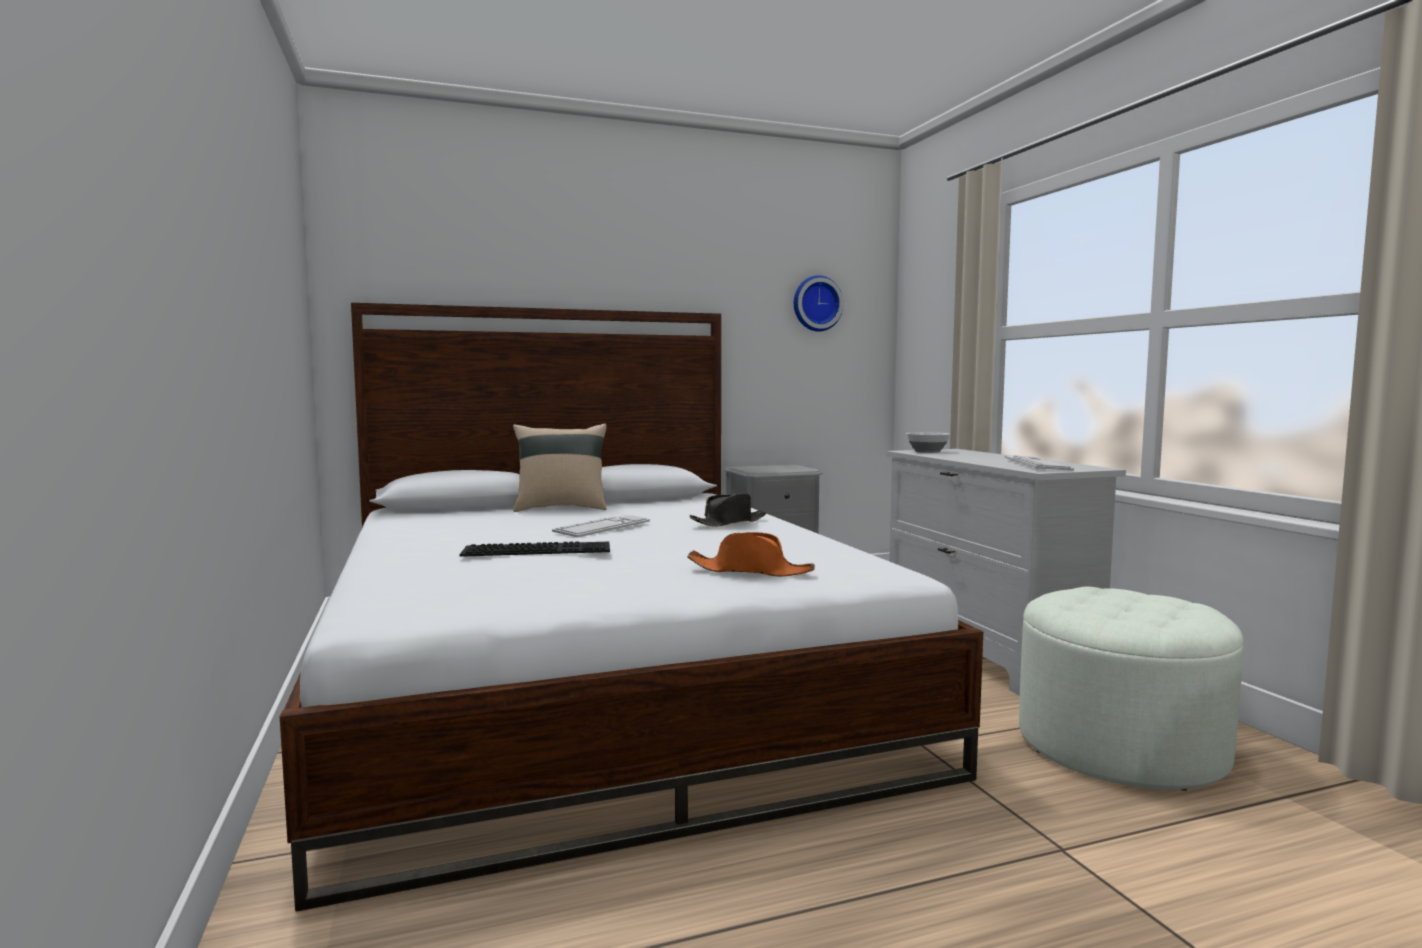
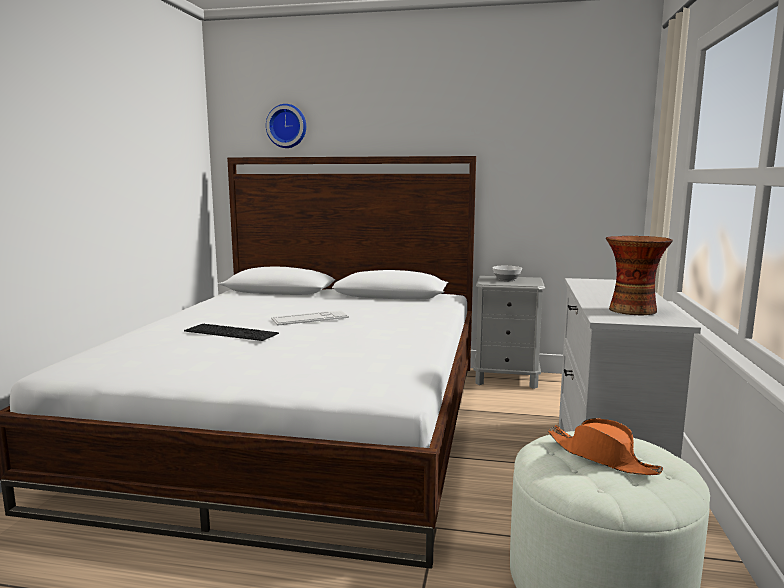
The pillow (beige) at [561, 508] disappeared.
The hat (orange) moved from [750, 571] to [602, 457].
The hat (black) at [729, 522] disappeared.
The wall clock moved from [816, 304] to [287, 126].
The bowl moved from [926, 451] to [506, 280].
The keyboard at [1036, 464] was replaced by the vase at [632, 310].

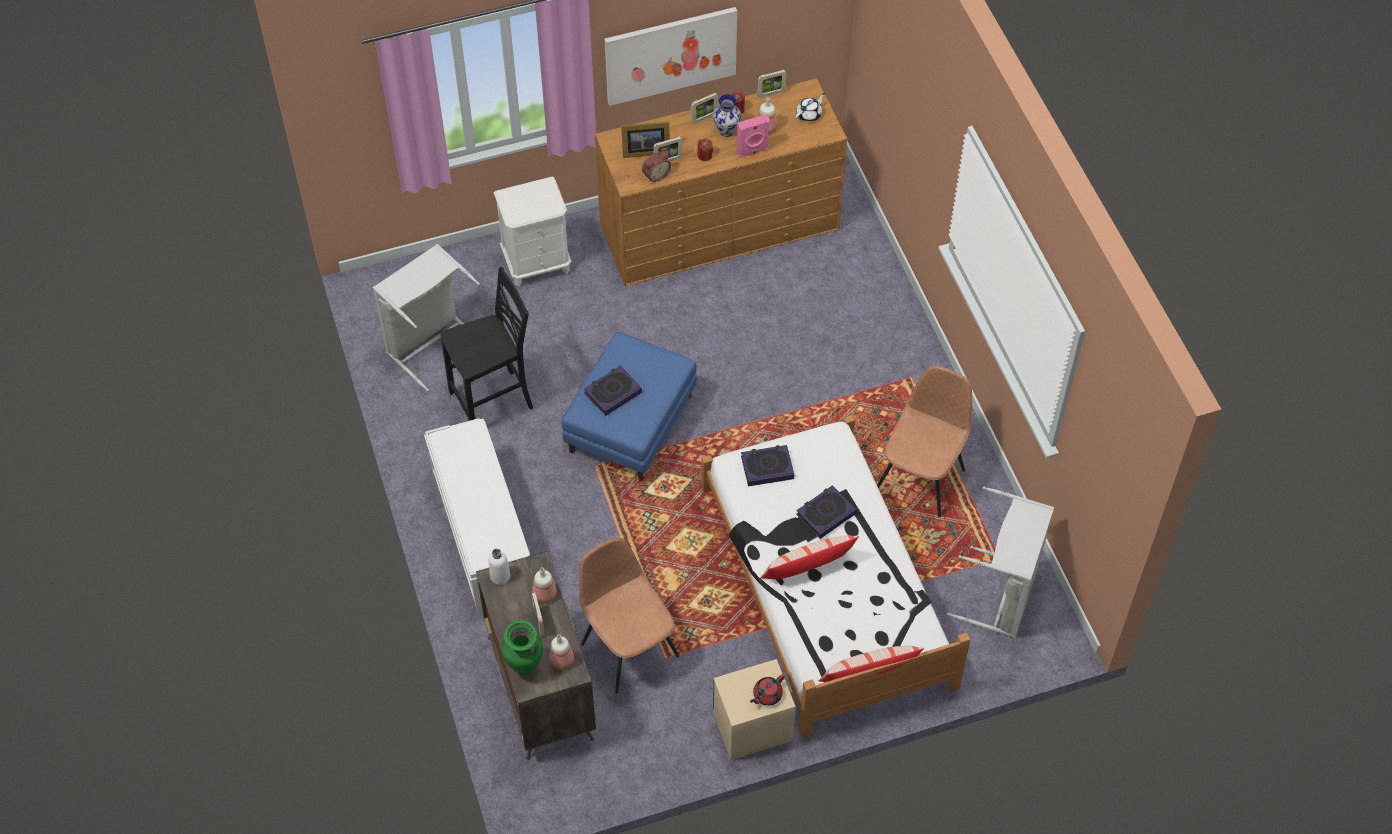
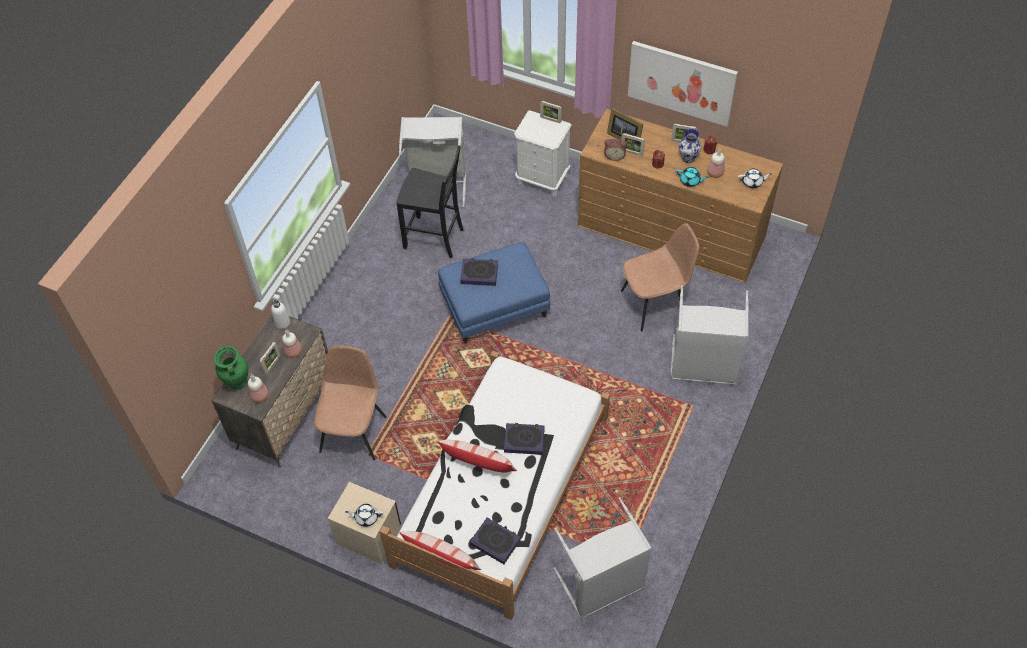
The bench (white) at [482, 533] disappeared.
The speaker (pink) at [752, 151] was replaced by the teapot (turquoise) at [690, 181].
The book moved from [767, 467] to [495, 542].
The teapot (red) at [767, 695] became the teapot (white) at [366, 517].
The picture frame moved from [771, 93] to [550, 119].
The chair (brown) moved from [921, 478] to [654, 303].
The laundry basket (grey) at [703, 367] appeared.

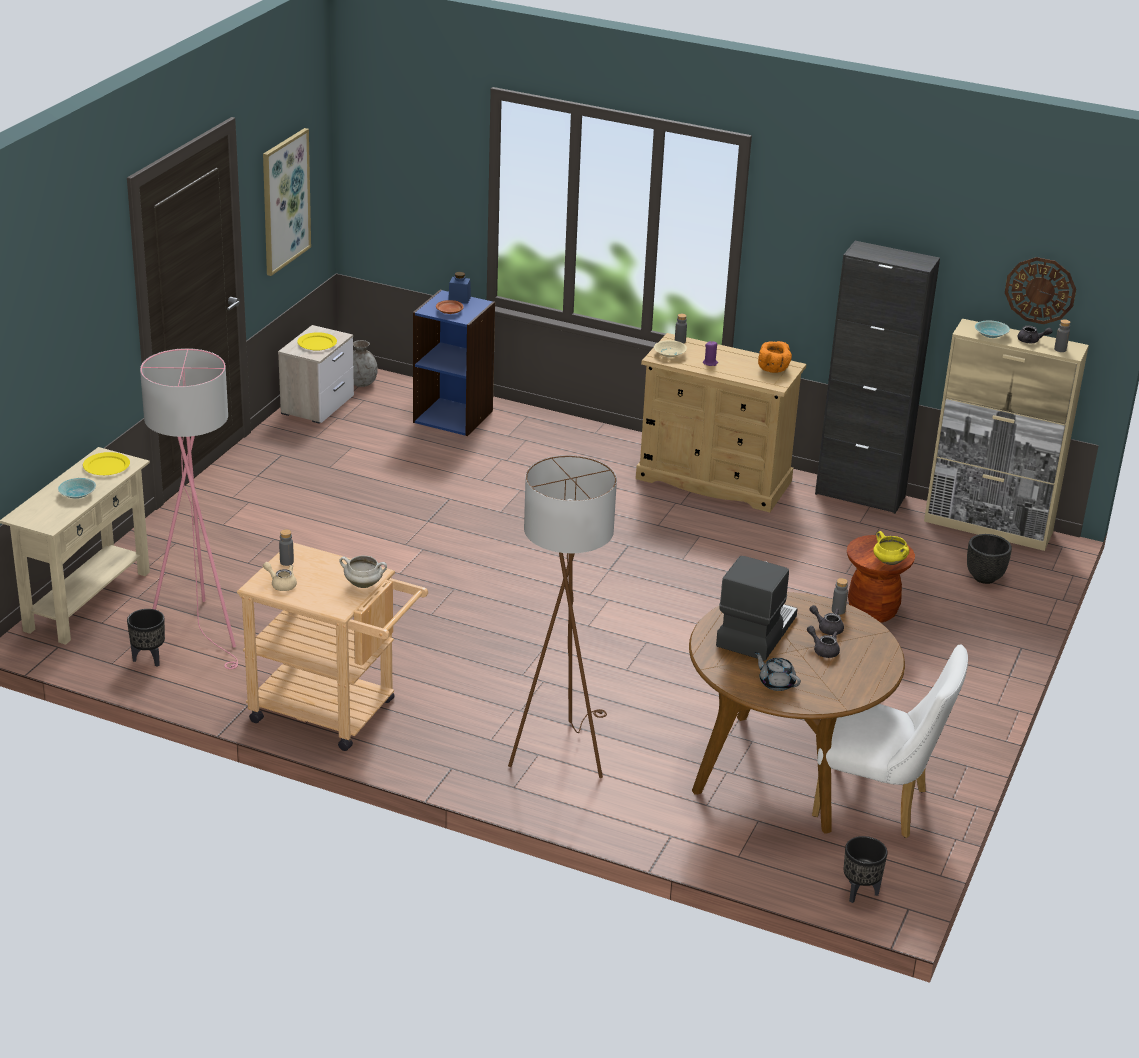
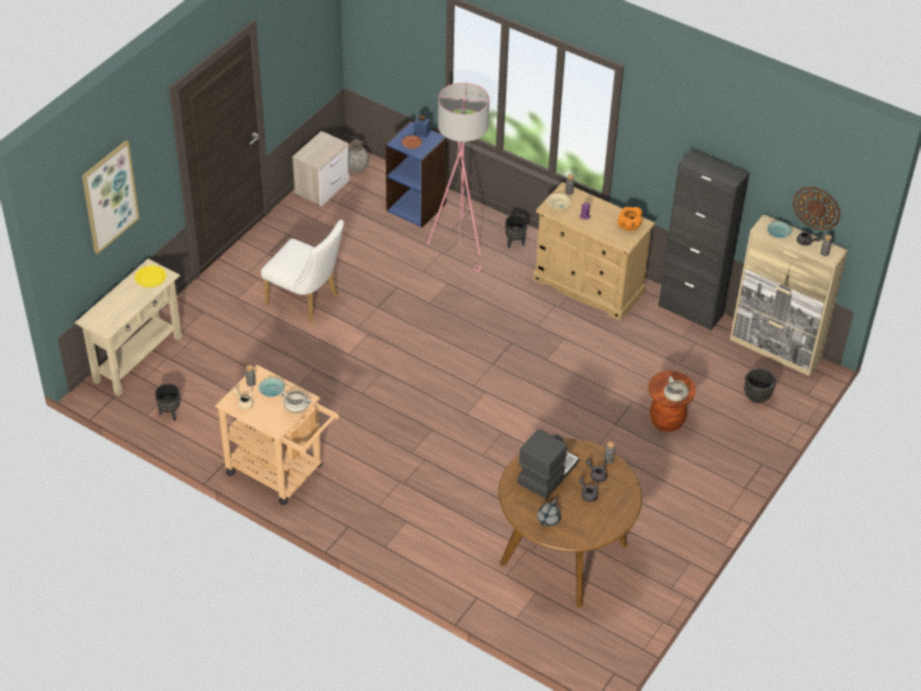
The bowl (turquoise) moved from [77, 495] to [271, 391].
The floor lamp (pink) moved from [201, 631] to [460, 241].
The picture moved from [285, 201] to [109, 196].
The plate (yellow) at [317, 343] disappeared.
The floor lamp (brown) at [560, 750] disappeared.
The teapot (grey) at [776, 683] turned 120 degrees counterclockwise.
The chair (white) moved from [879, 805] to [307, 301].
The planter (black) moved from [859, 892] to [514, 243].
The cooking pot (yellow) at [888, 562] became the cooking pot (white) at [674, 397].

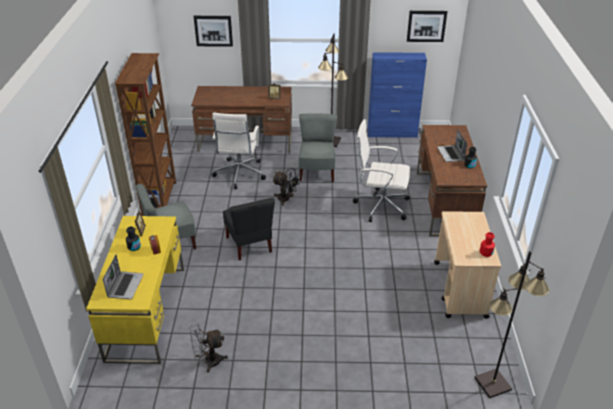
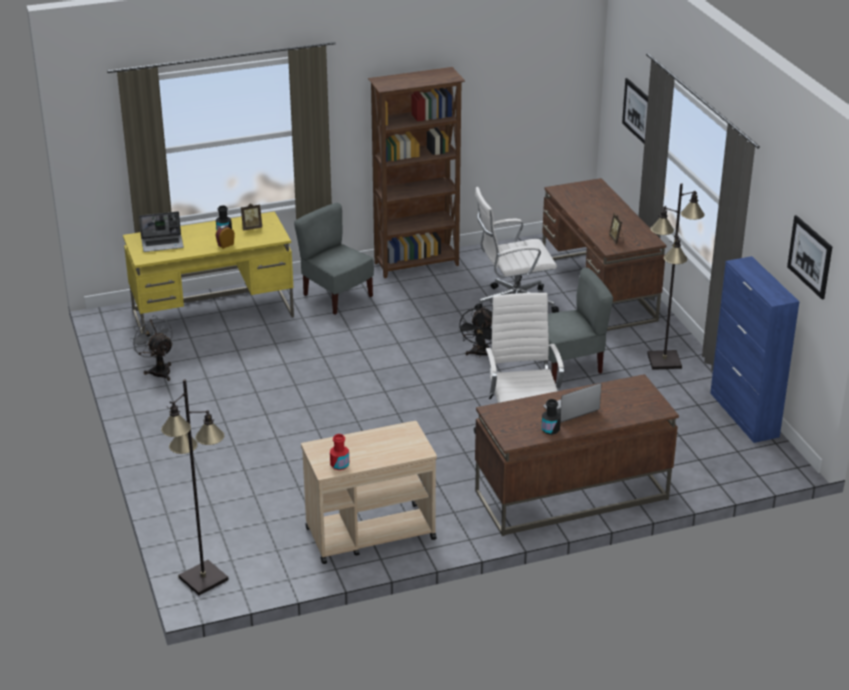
The chair (black) at [250, 245] disappeared.

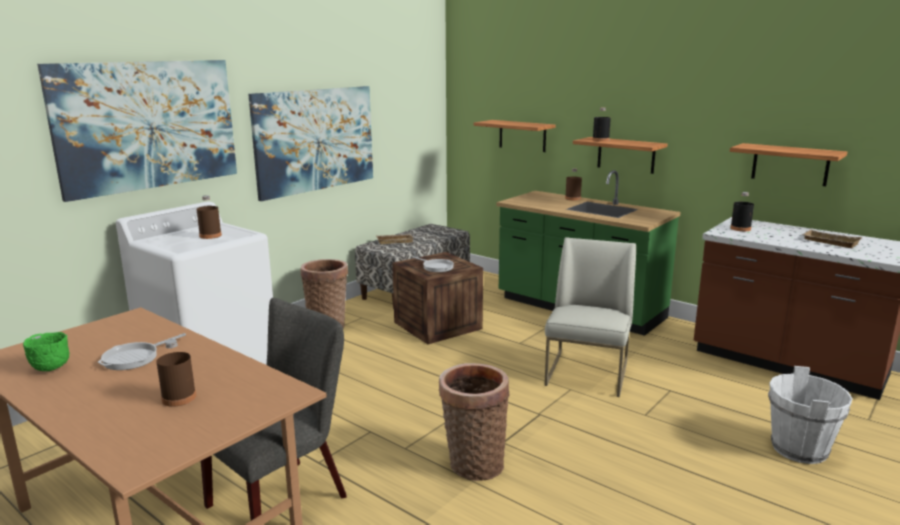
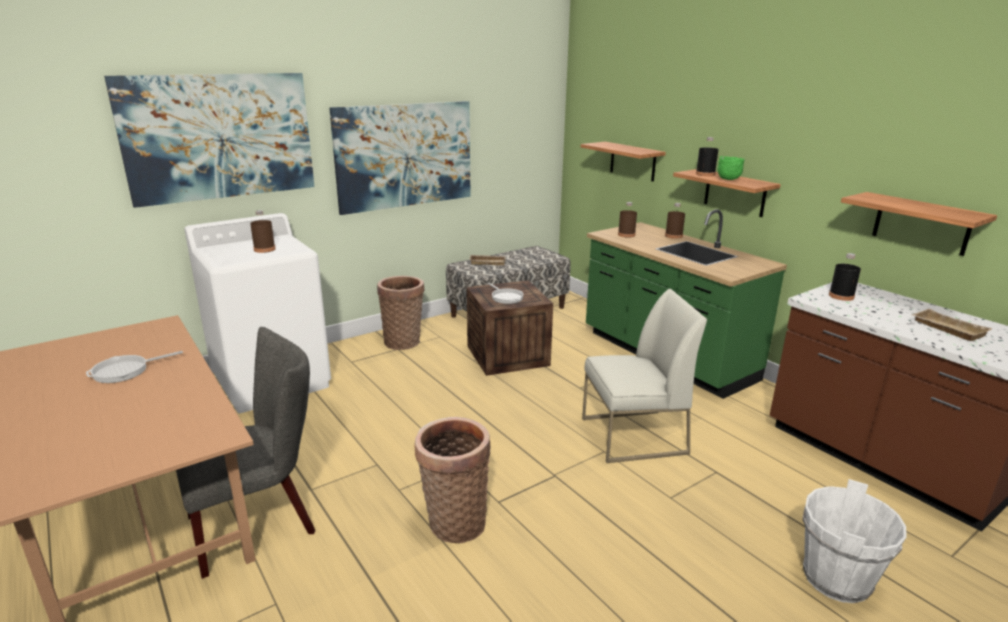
The bowl (green) moved from [50, 369] to [728, 180].
The bottle (brown) moved from [179, 398] to [626, 235].
The chair (white) at [587, 374] turned 45 degrees clockwise.

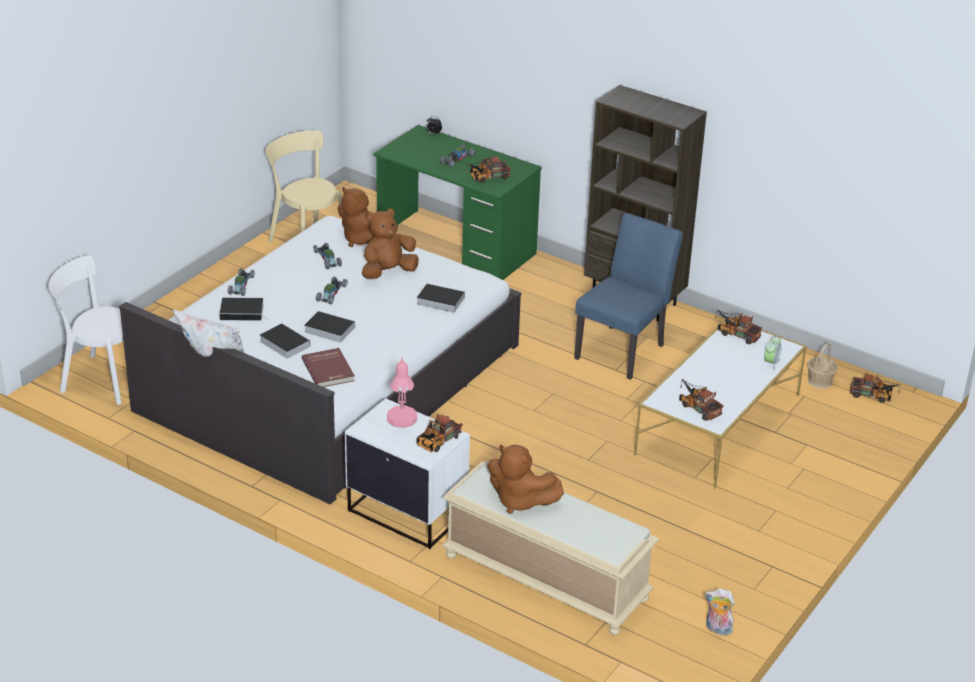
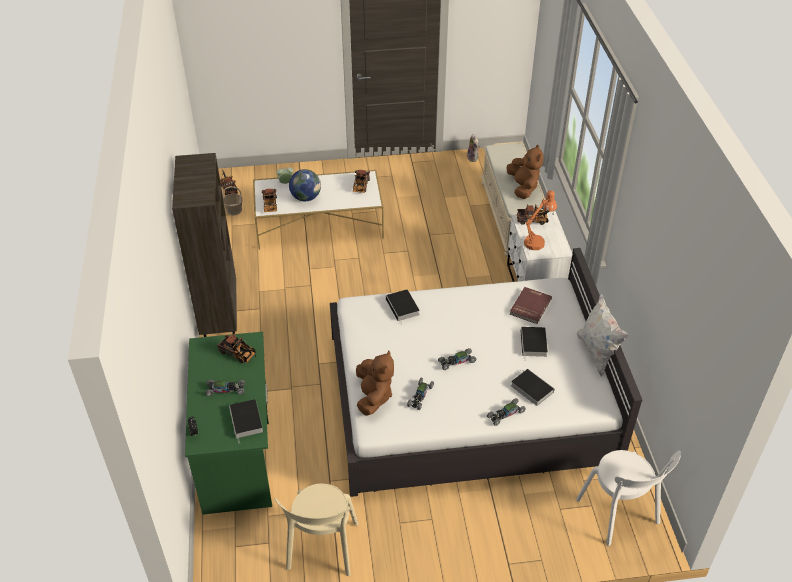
The book moved from [328, 329] to [246, 421].
The plush toy (brown) at [388, 272] disappeared.
The table lamp (pink) at [402, 422] became the table lamp (orange) at [537, 241].
The chair (blue) at [624, 349] disappeared.
The globe at [305, 197] appeared.

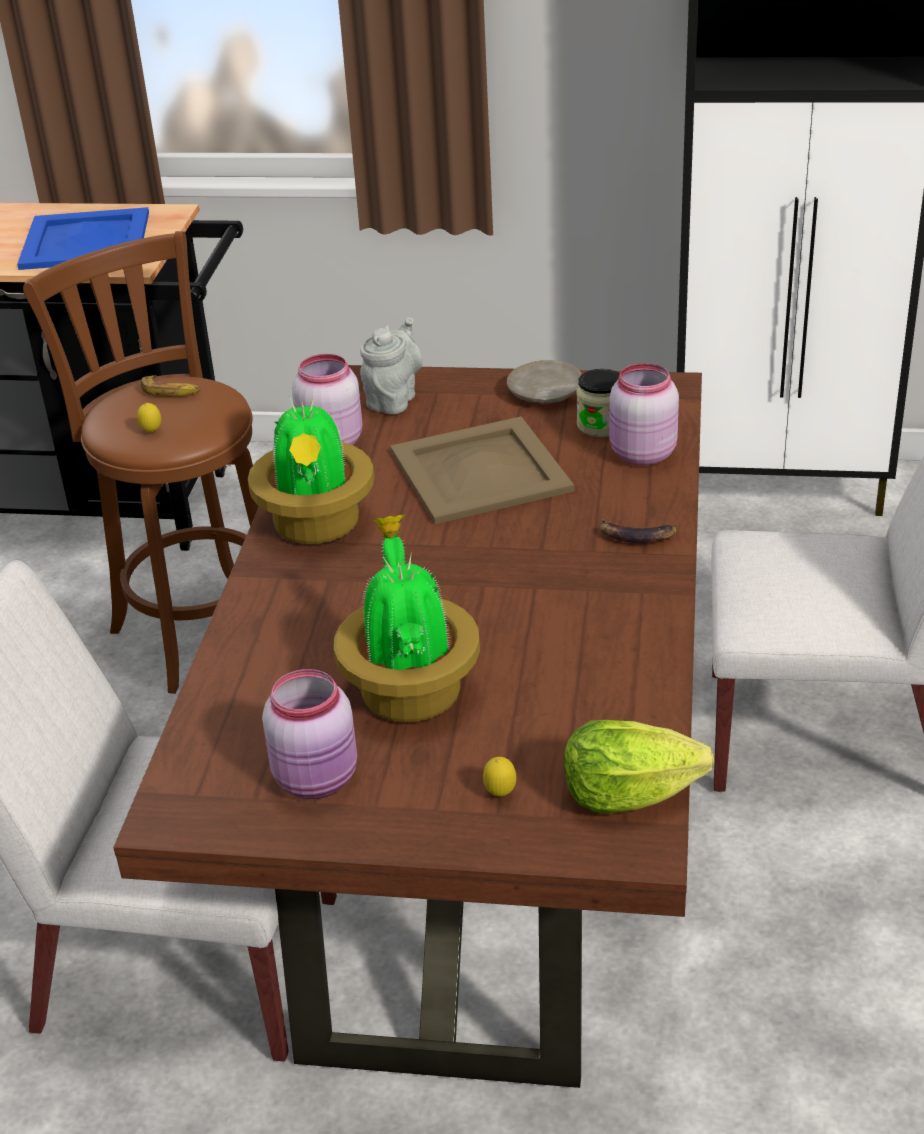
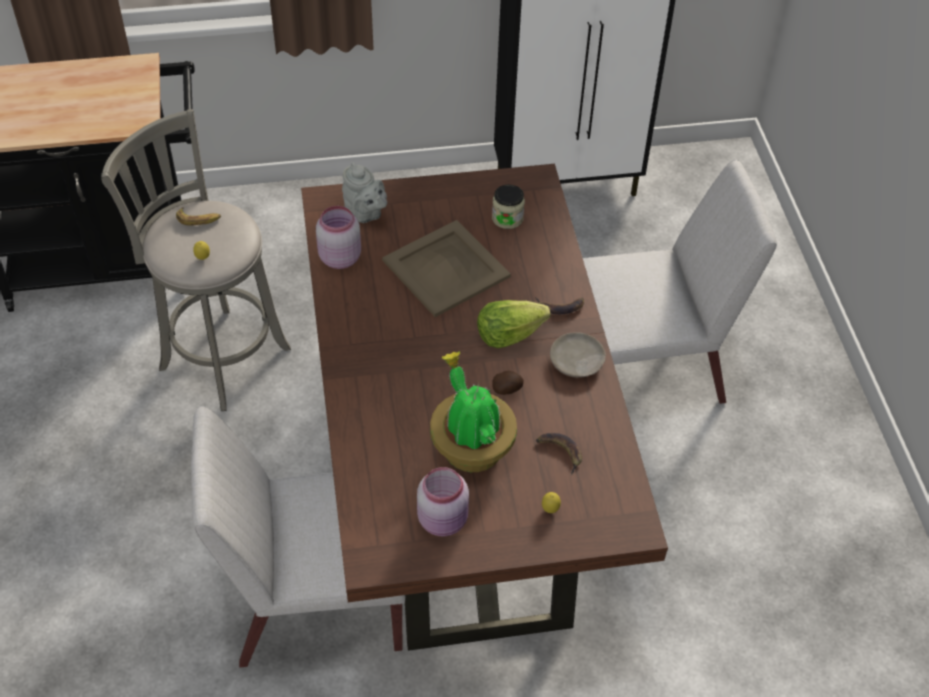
The tray (blue) at [84, 240] disappeared.
The stool (brown) at [199, 627] became the stool (grey) at [220, 355].
The potted plant at [317, 526] disappeared.
The teapot (grey) at [393, 399] turned 135 degrees clockwise.
The plate (beige) moved from [544, 394] to [576, 362].
The lettuce moved from [628, 794] to [508, 335].
The jar (pink) at [640, 454] disappeared.
The potato at [507, 389] appeared.
The banana at [560, 452] appeared.

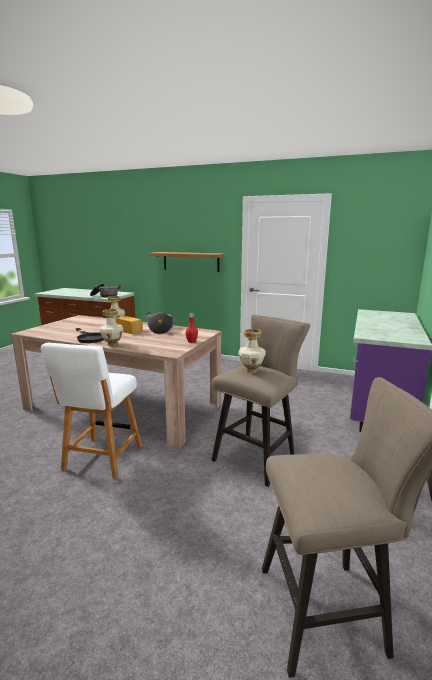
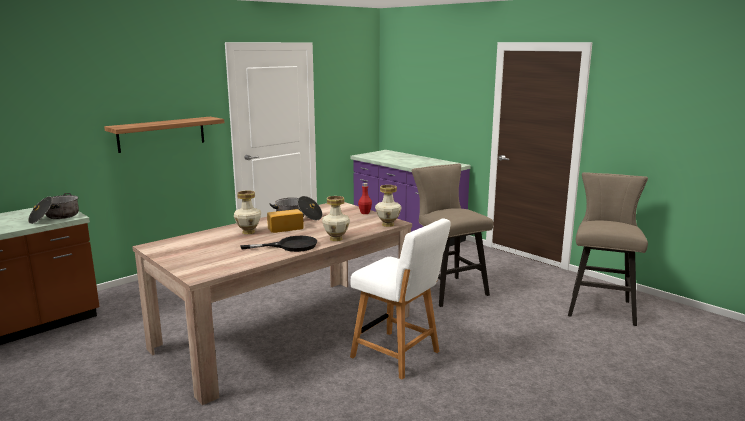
The vase moved from [251, 370] to [388, 224].

